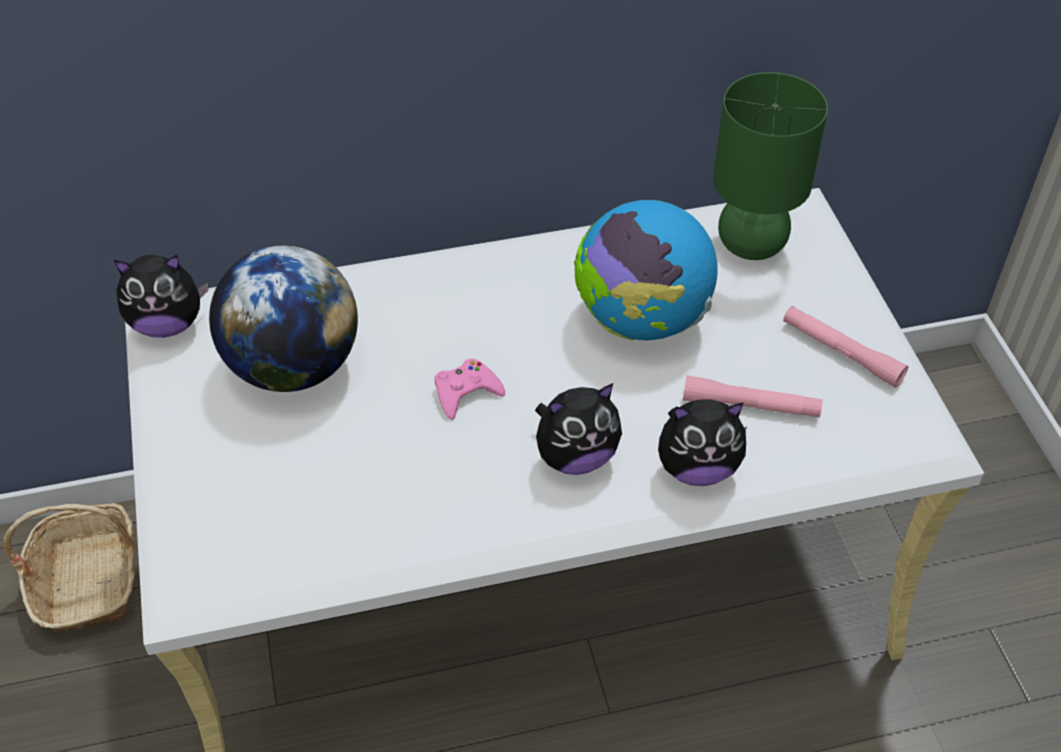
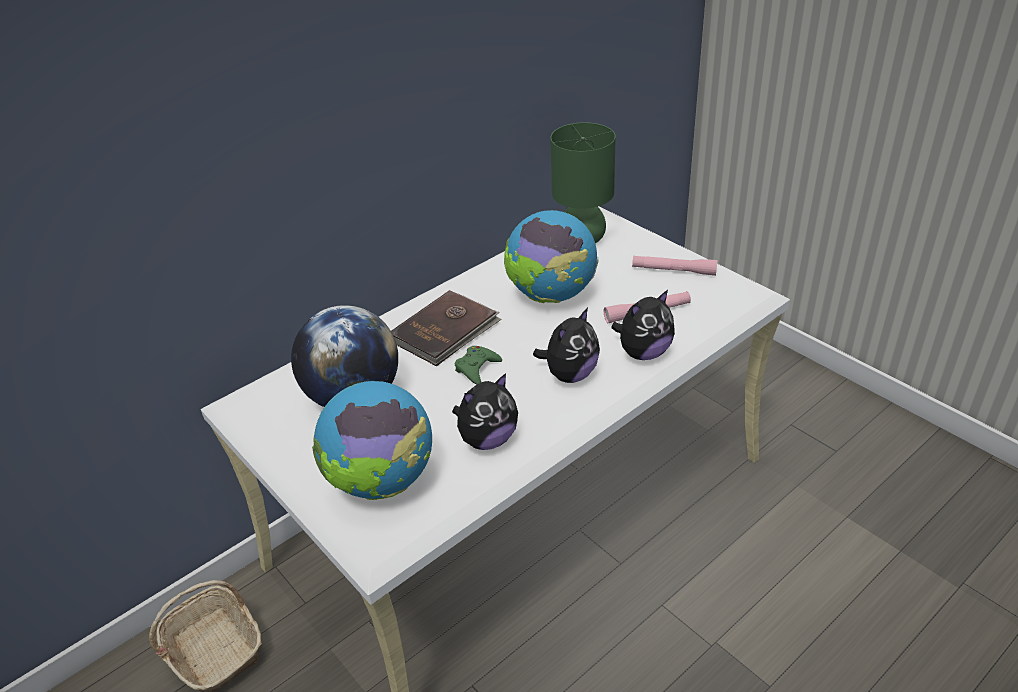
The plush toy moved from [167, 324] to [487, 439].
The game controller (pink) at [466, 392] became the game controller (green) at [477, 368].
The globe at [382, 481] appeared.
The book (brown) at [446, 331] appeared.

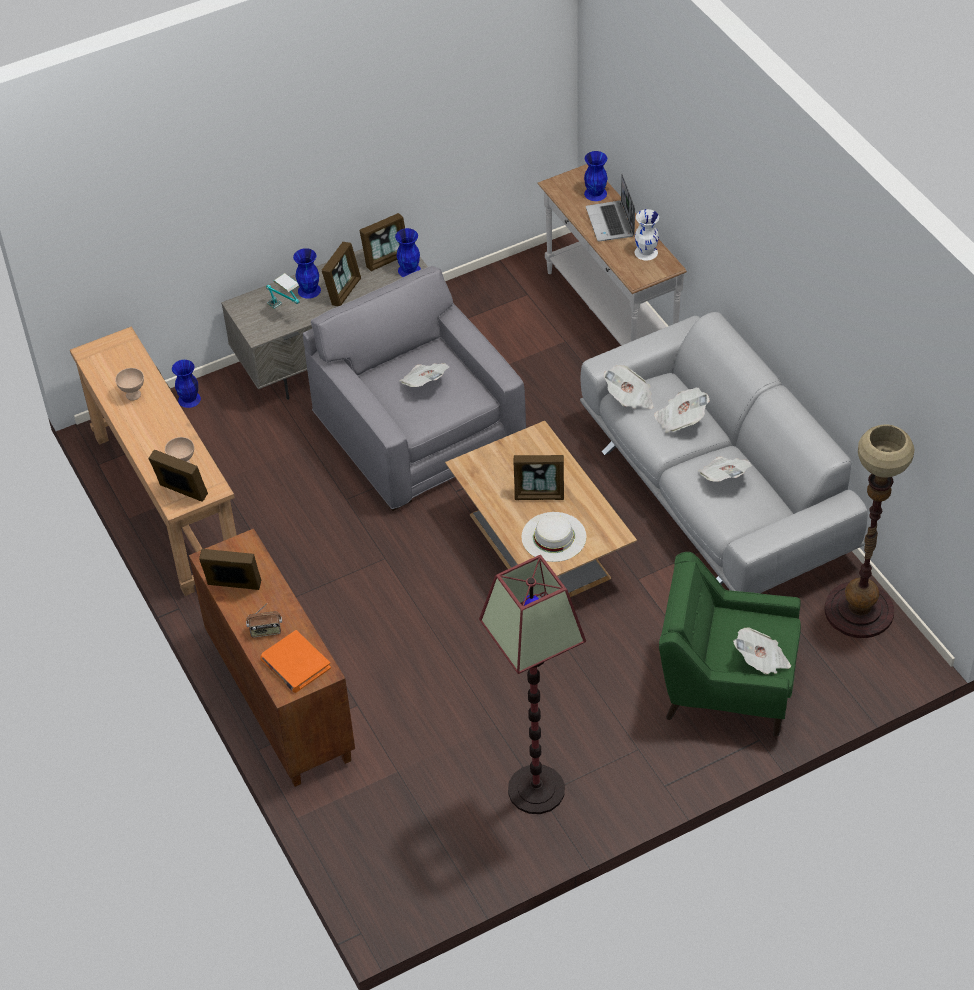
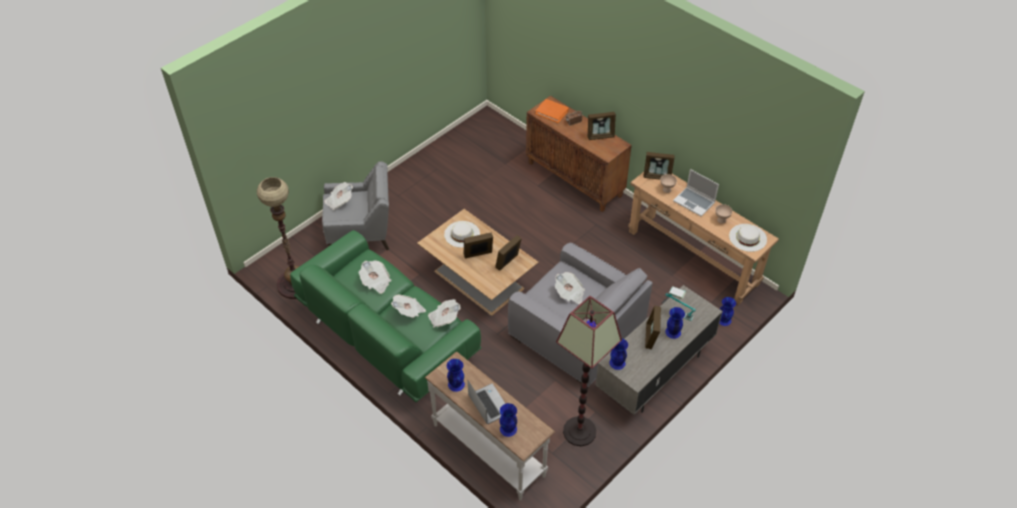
The picture frame moved from [386, 259] to [508, 262].
The floor lamp moved from [536, 790] to [579, 431].
The sofa (grey) at [716, 493] became the sofa (green) at [387, 333].
The vase (white) at [646, 252] became the vase (blue) at [456, 384].
The armchair (green) at [725, 684] became the armchair (grey) at [361, 232].
The laptop at [694, 202] appeared.
The hat (white) at [747, 237] appeared.

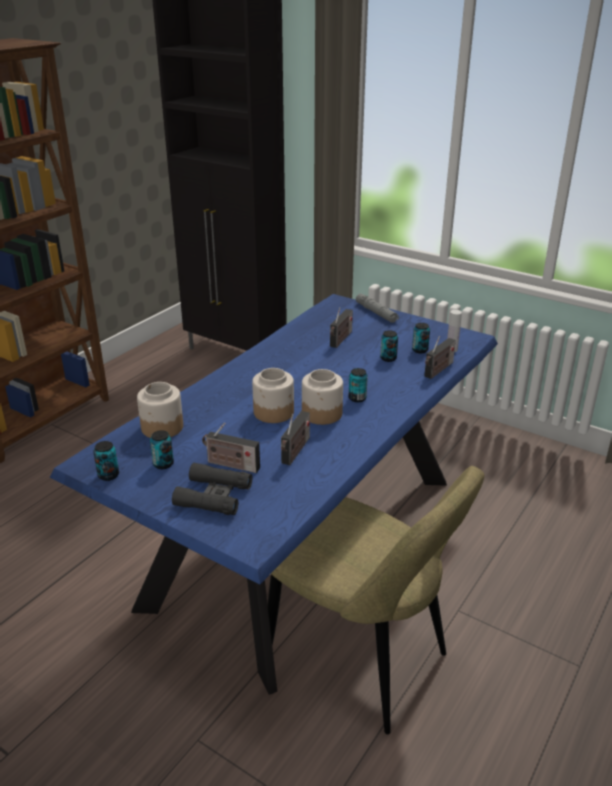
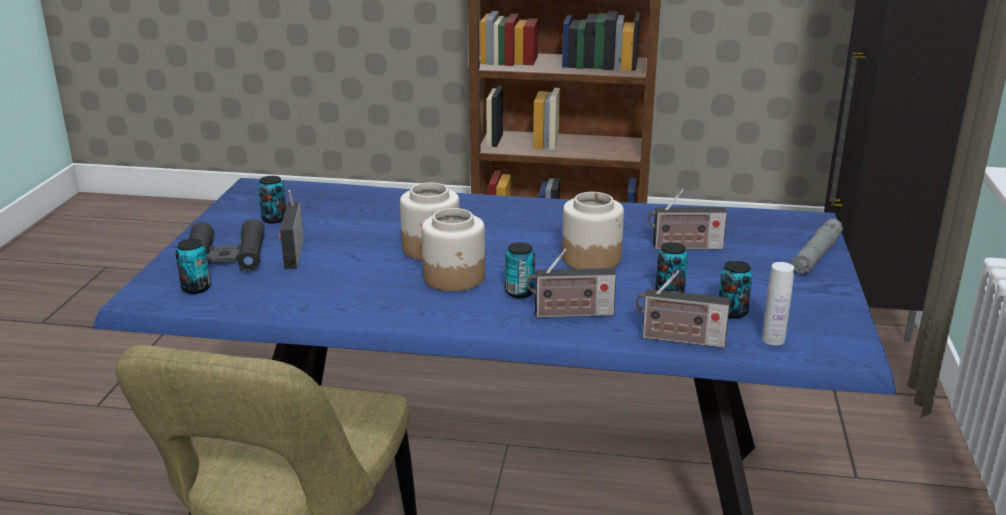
The can moved from [108, 475] to [196, 288].
The jar moved from [162, 427] to [591, 258].
The radio moved from [295, 452] to [570, 314].

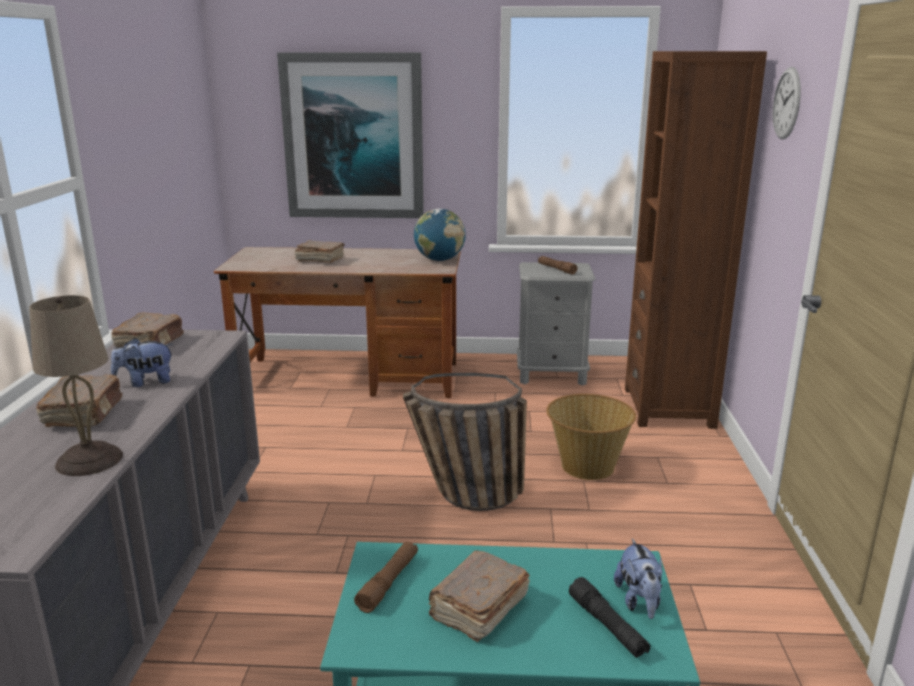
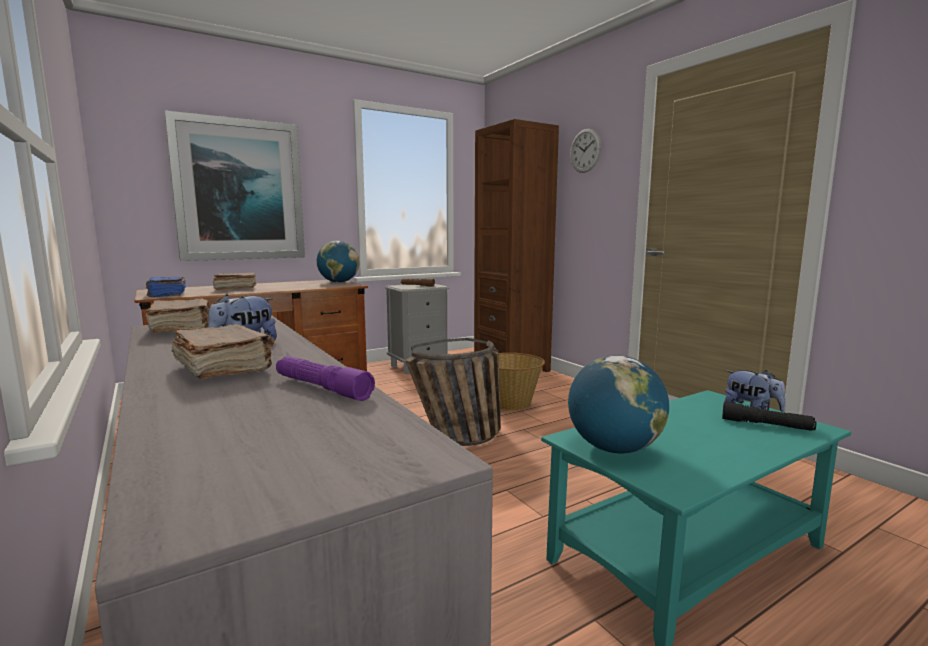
The table lamp (beige) at [90, 459] was replaced by the flashlight (purple) at [322, 388].
The flashlight (brown) at [389, 582] was replaced by the globe at [614, 449].
The book (brown) at [478, 609] disappeared.
The book (blue) at [166, 294] appeared.

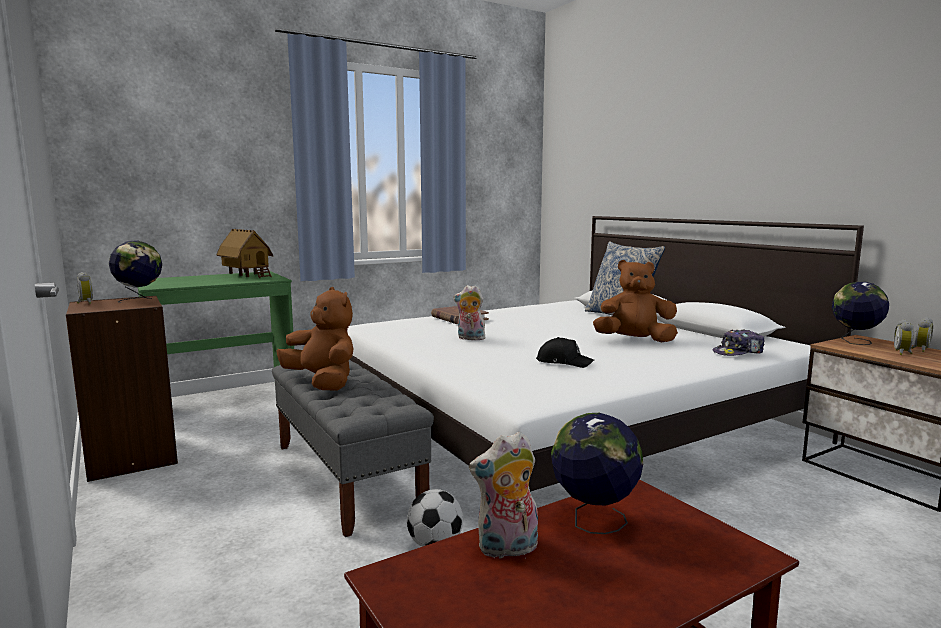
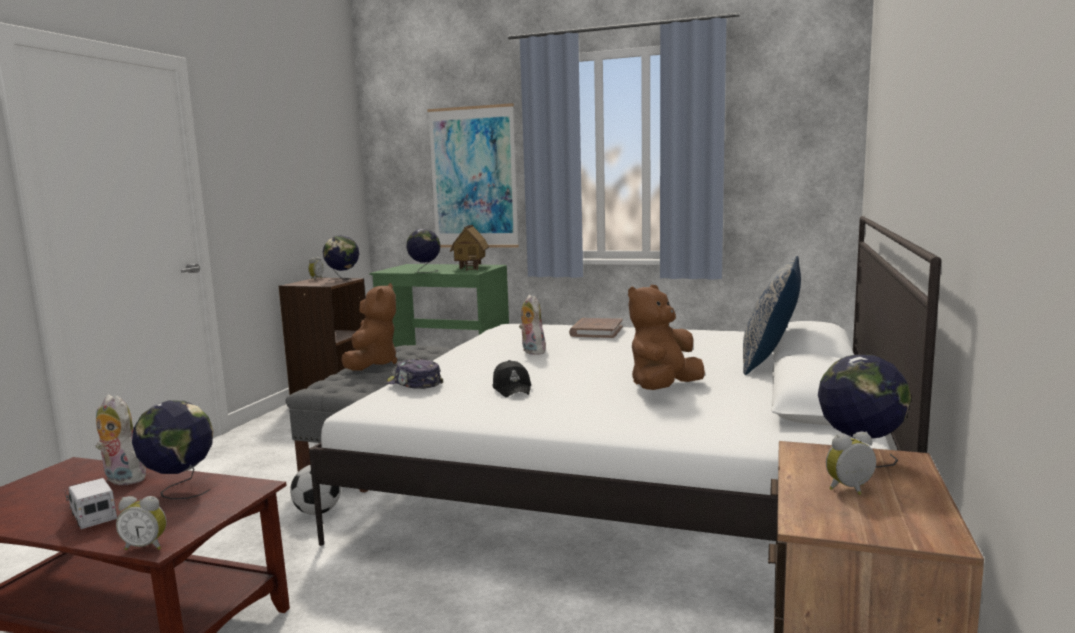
The plush toy (brown) at [634, 341] turned 105 degrees counterclockwise.
The cap moved from [738, 352] to [414, 384].
The alarm clock moved from [919, 349] to [146, 546].
The toy truck at [93, 516] appeared.
The globe at [425, 271] appeared.
The picture at [473, 178] appeared.

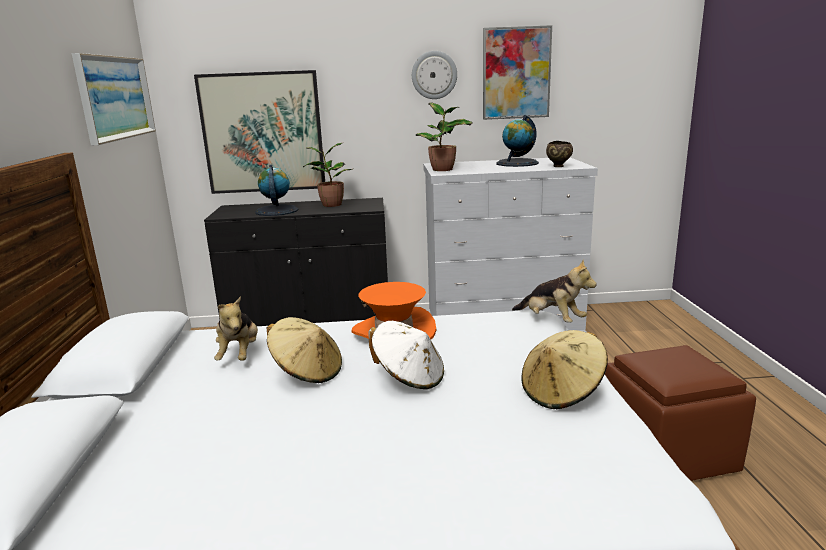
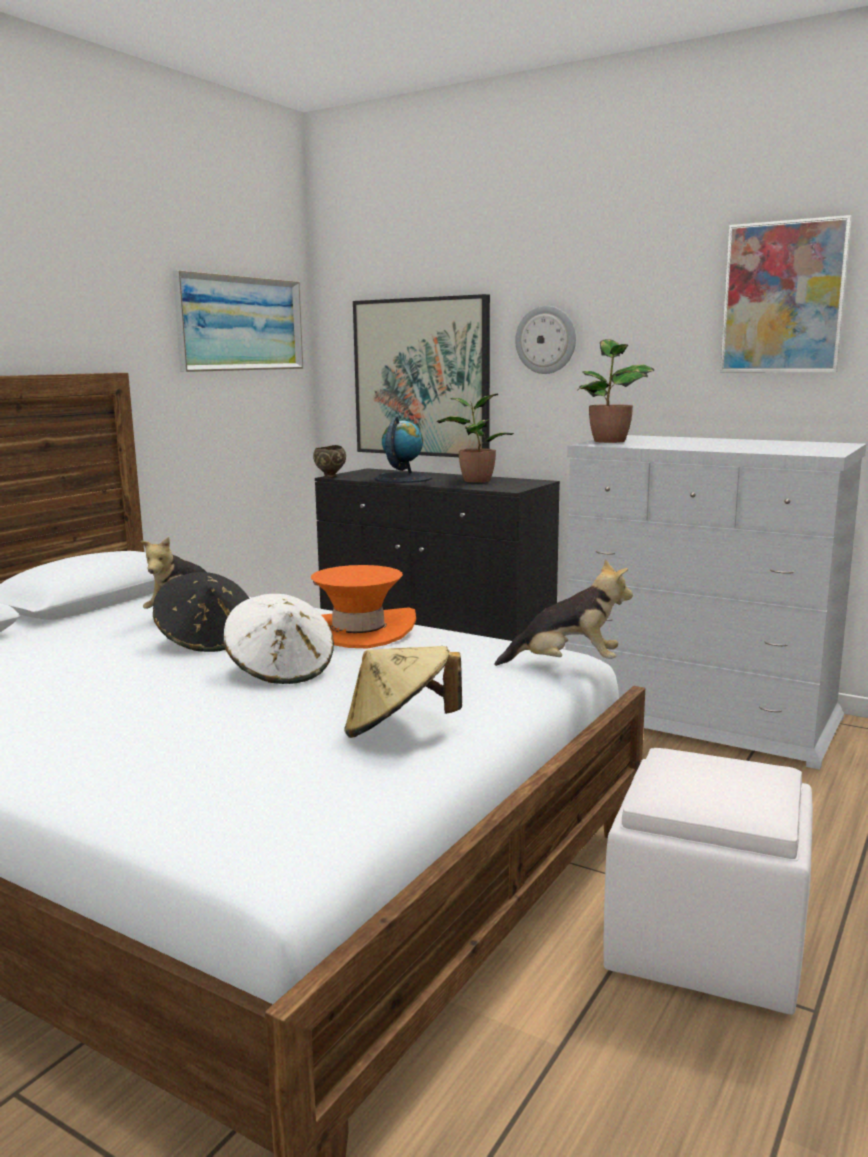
The hat (beige) at [307, 372] became the hat (black) at [206, 641].
The wall clock moved from [434, 75] to [546, 340].
The globe at [517, 163] disappeared.
The plush toy at [552, 320] turned 75 degrees counterclockwise.
The bowl (brown) moved from [558, 166] to [330, 477].
The ottoman (brown) at [667, 452] became the ottoman (white) at [707, 943].

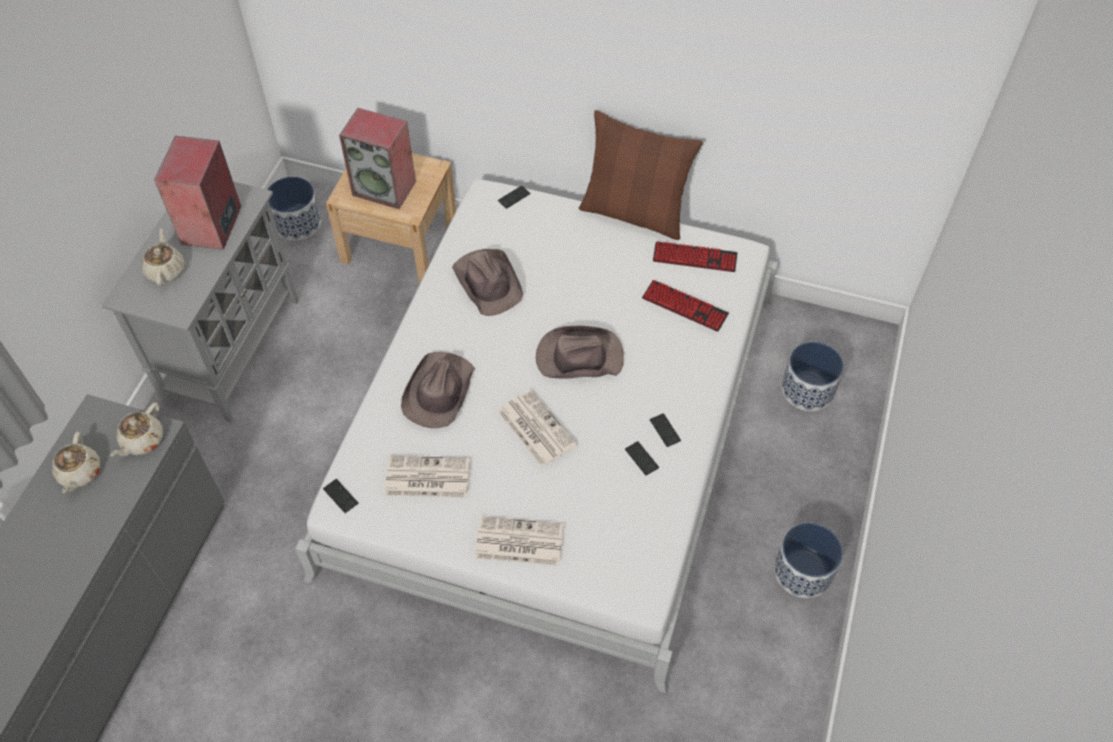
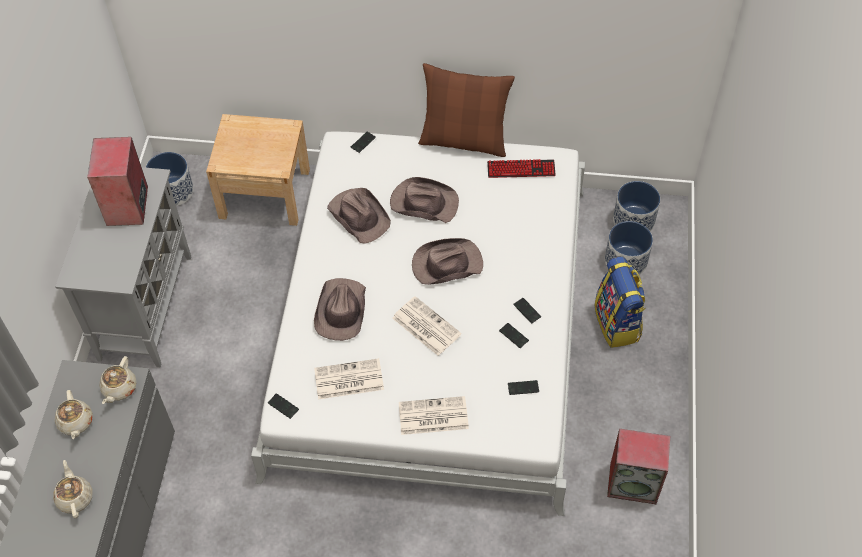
The teapot (beige) moved from [166, 270] to [75, 497].
The speaker moved from [385, 188] to [634, 483].
The keyboard at [684, 306] disappeared.
The planter moved from [803, 572] to [634, 220].
The hat (brown) at [423, 203] appeared.
The phone at [523, 388] appeared.
The backpack at [617, 323] appeared.

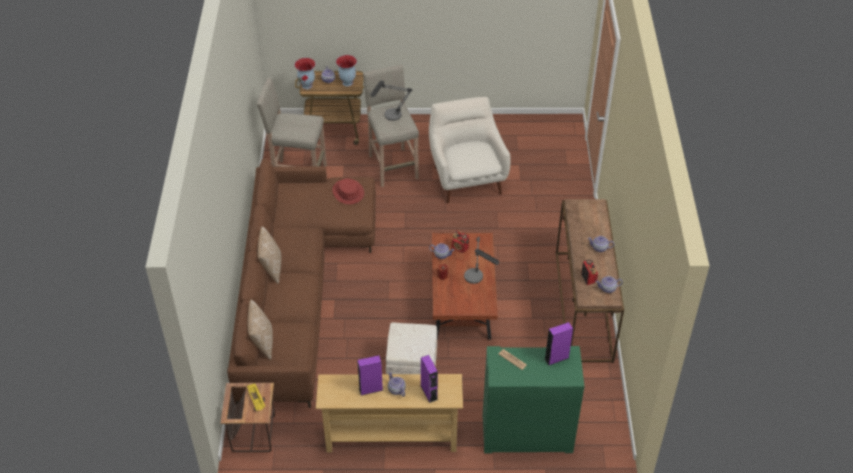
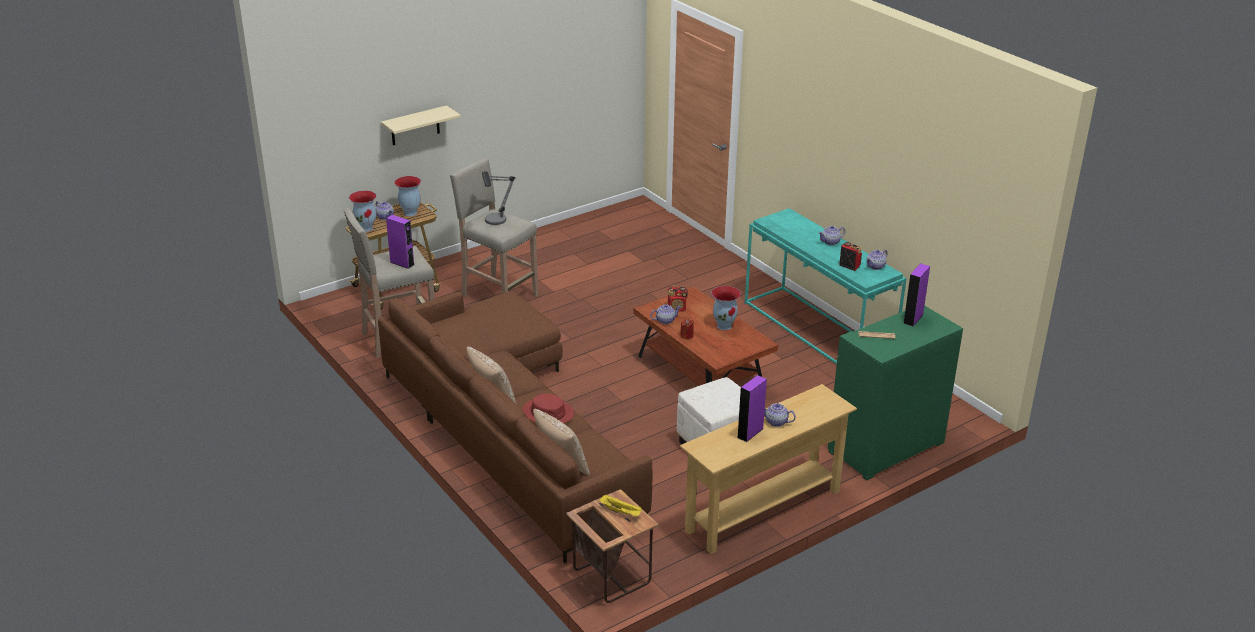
The hat (red) moved from [348, 192] to [548, 412].
The speaker (purple) moved from [429, 392] to [402, 263].
The armchair (white) at [466, 178] disappeared.
The table lamp at [477, 280] was replaced by the vase at [724, 326].
The console table (brown) at [584, 306] became the console table (turquoise) at [819, 331].
The shelf (beige) at [415, 126] appeared.

